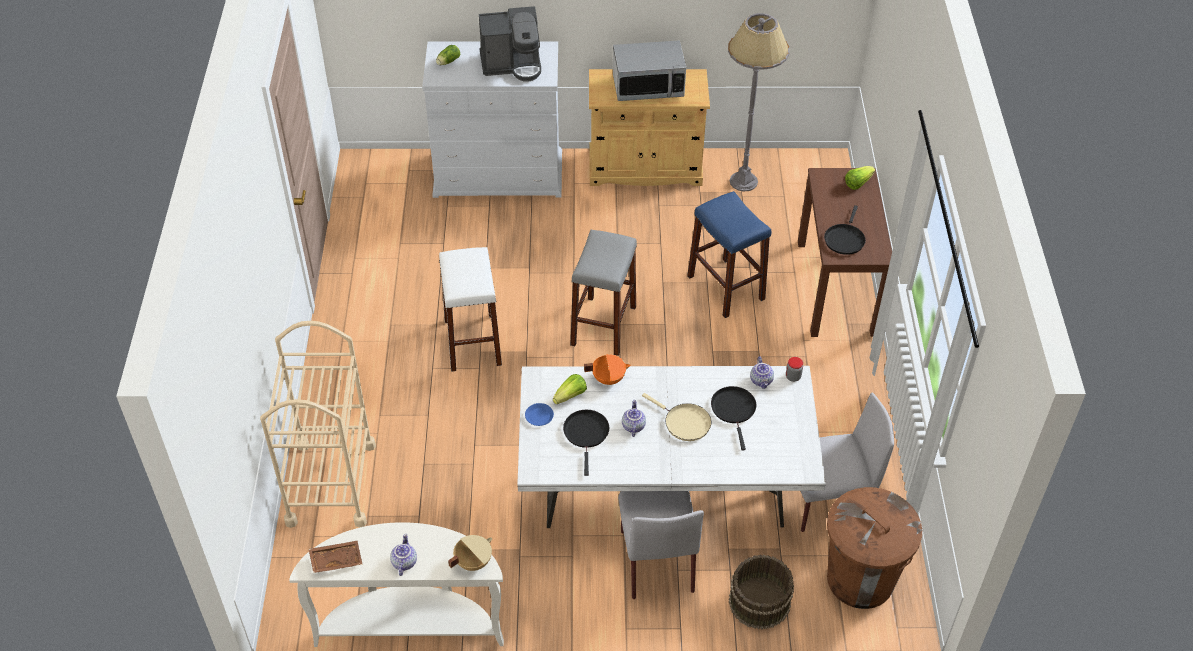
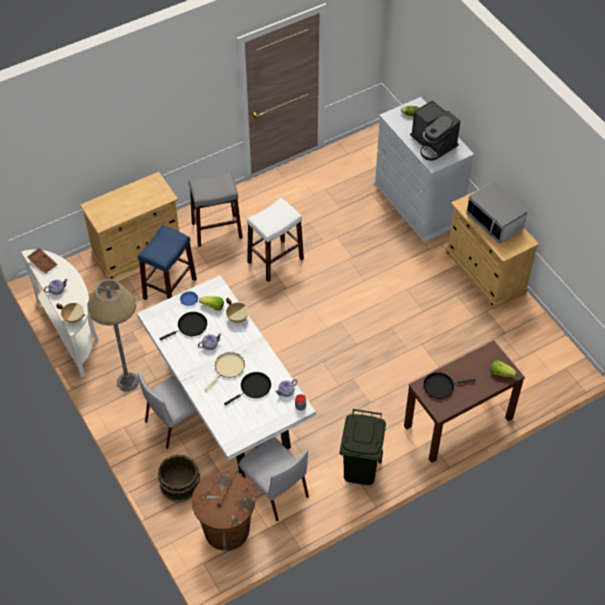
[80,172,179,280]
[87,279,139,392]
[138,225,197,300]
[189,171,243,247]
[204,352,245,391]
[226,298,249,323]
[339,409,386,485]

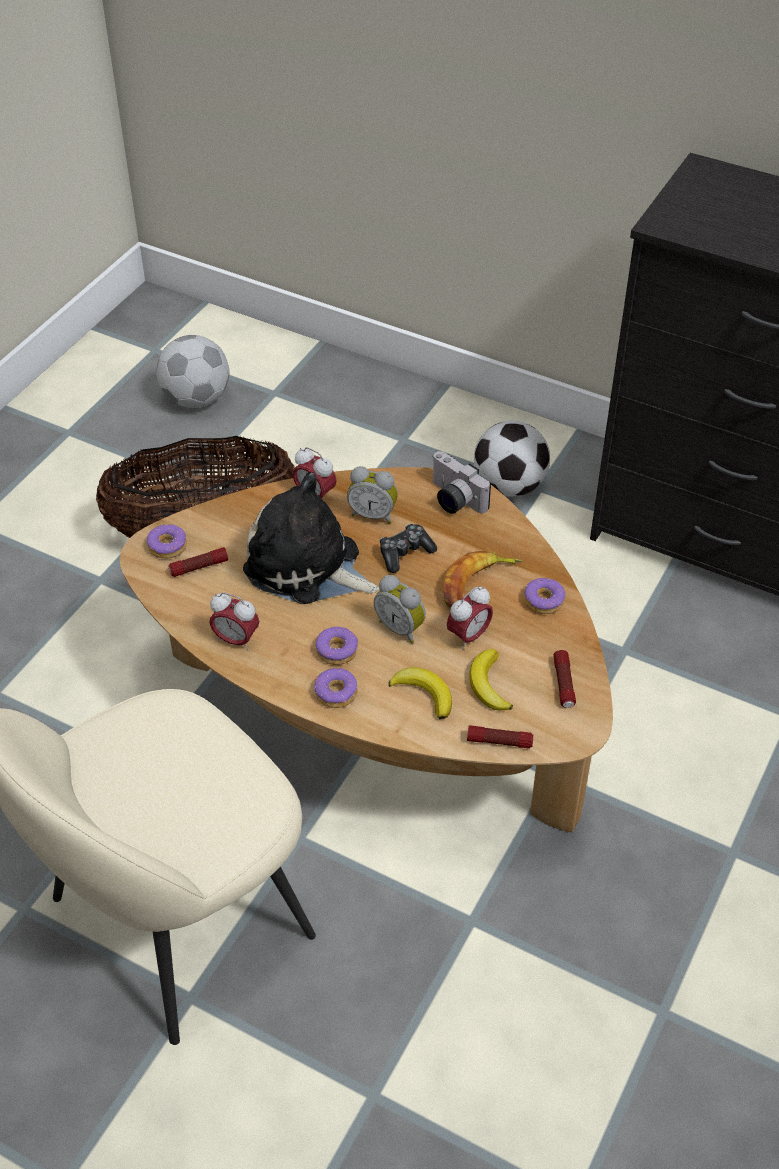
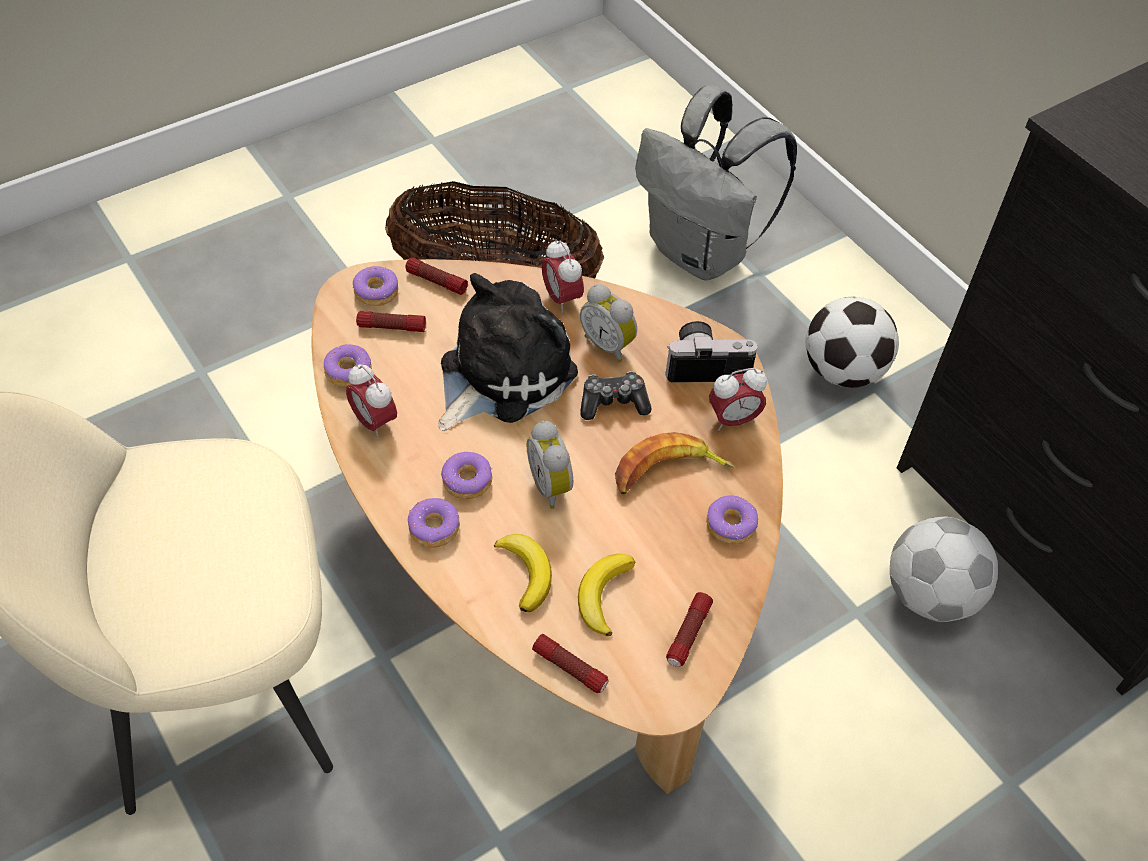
[324,344,372,387]
[405,258,468,295]
[438,273,578,431]
[635,85,797,281]
[665,321,758,383]
[709,368,767,431]
[890,516,998,622]

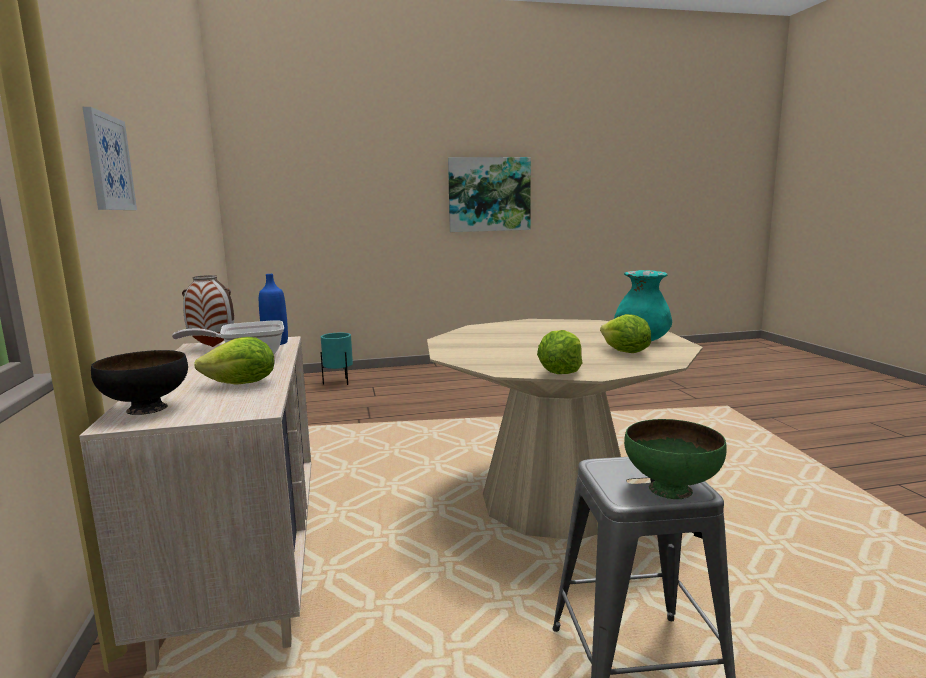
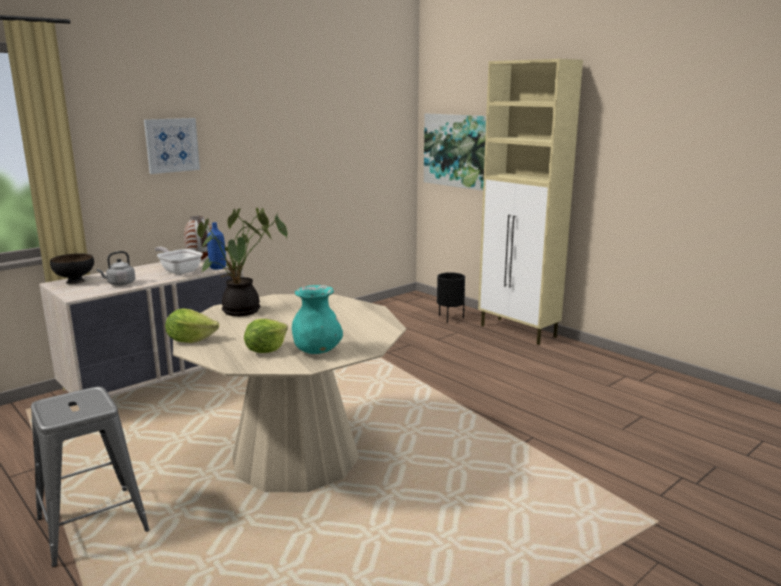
[97,251,135,286]
[197,208,287,316]
[424,114,486,191]
[437,272,465,323]
[478,59,583,345]
[624,419,727,499] (first image)

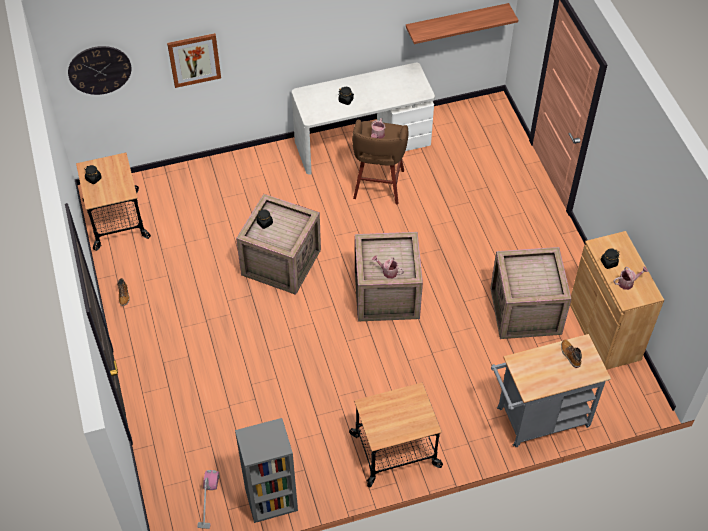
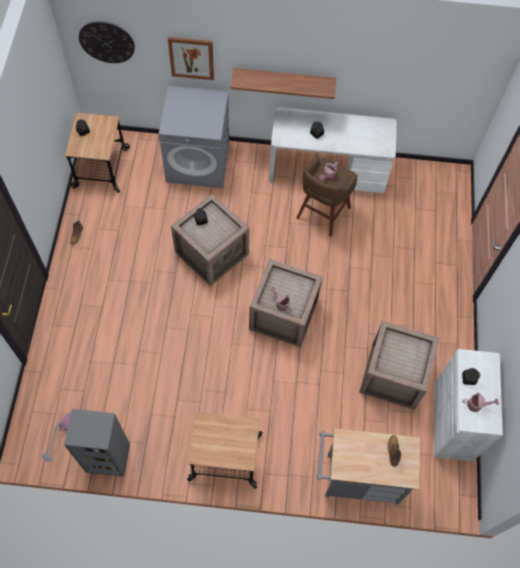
[159,86,229,188]
[231,68,336,99]
[434,349,503,462]

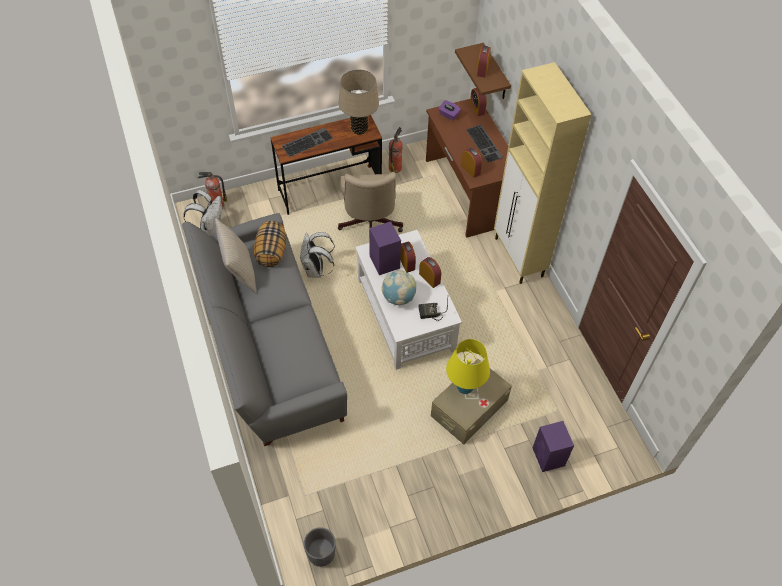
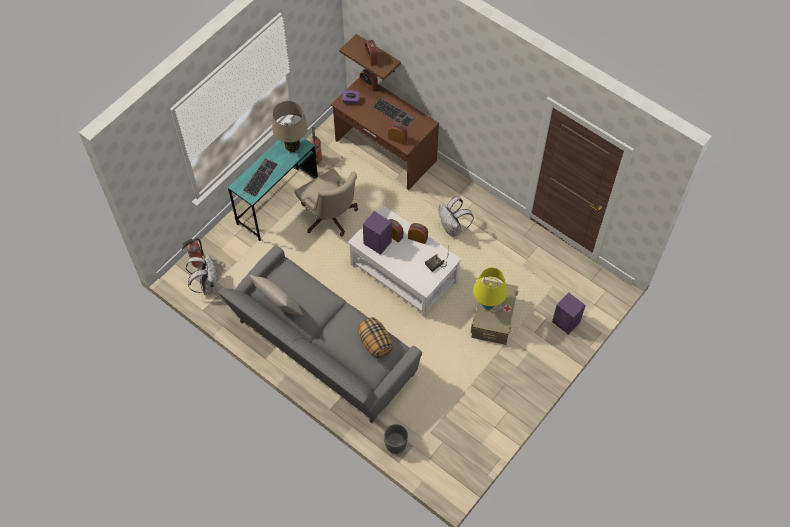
[228,138,318,241]
[358,317,393,359]
[384,424,408,454]
[438,197,474,237]
[381,270,416,305] (first image)
[494,62,592,284] (first image)

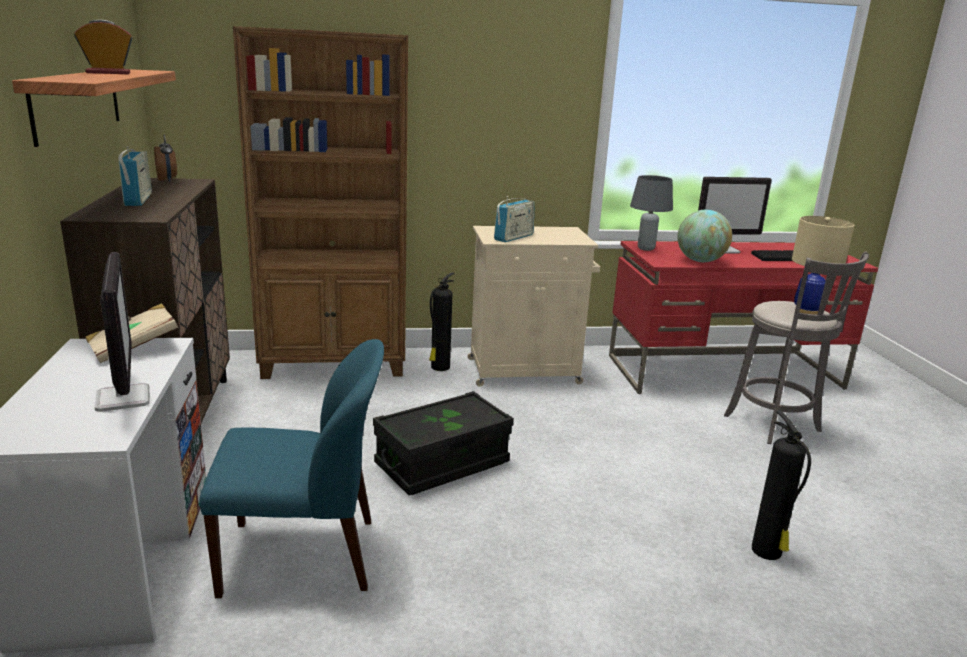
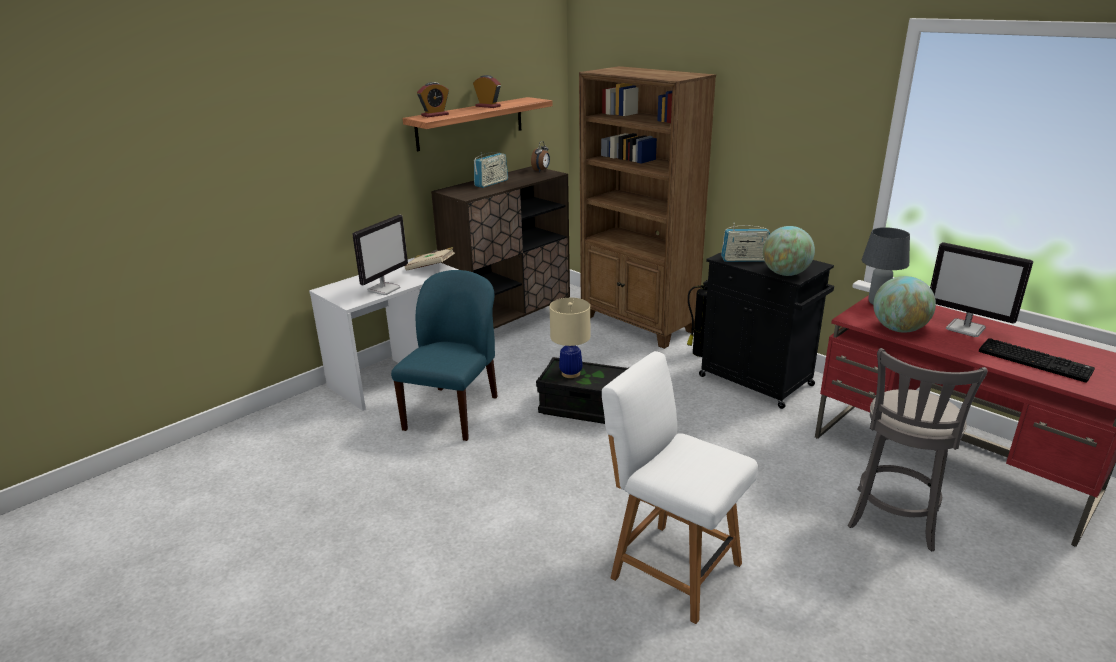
[391,270,498,441]
[417,82,449,117]
[550,298,590,378]
[602,351,758,624]
[699,253,834,409]
[763,226,815,276]

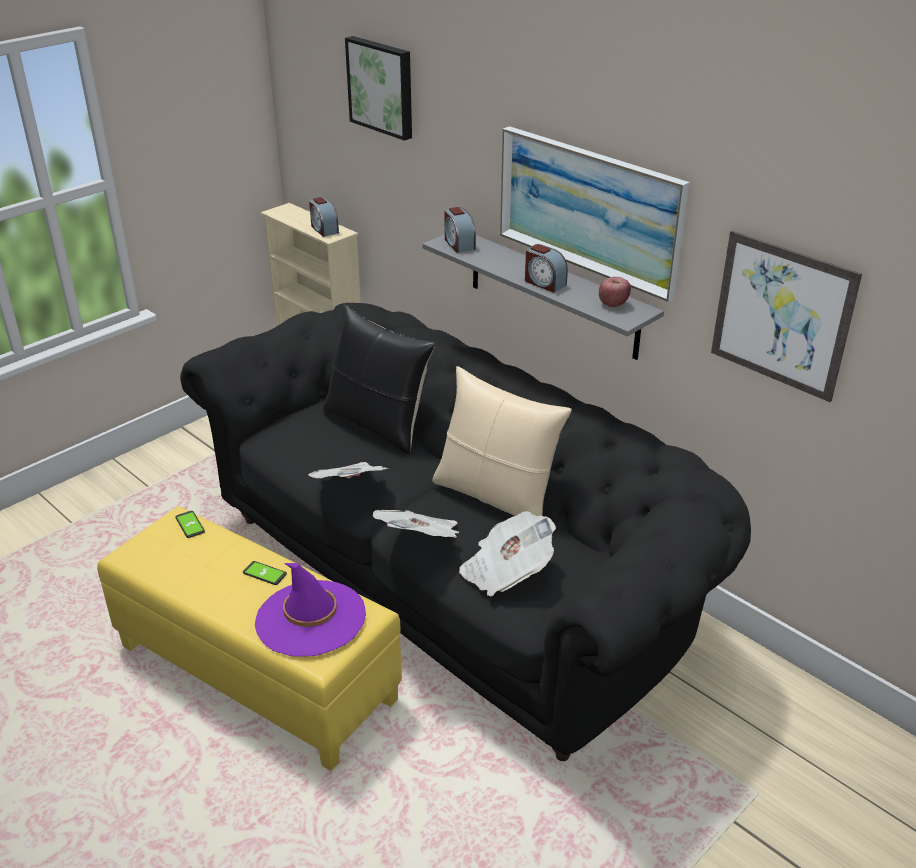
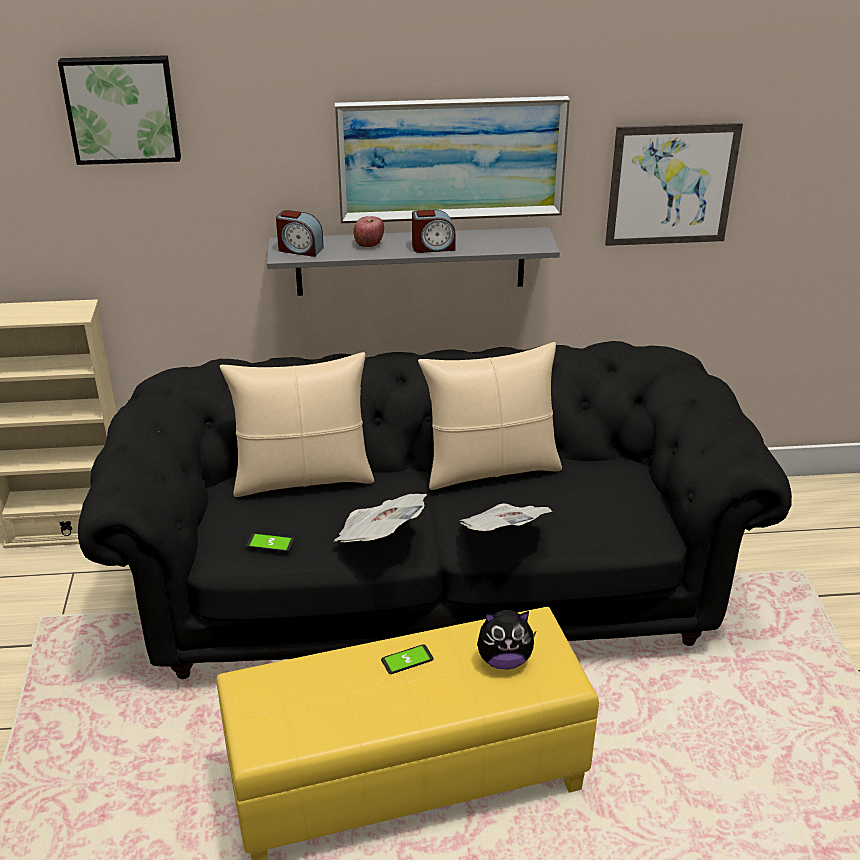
[220,352,374,497]
[246,533,294,552]
[354,216,384,247]
[477,610,536,670]
[309,197,339,237] (first image)
[459,511,556,597] (first image)

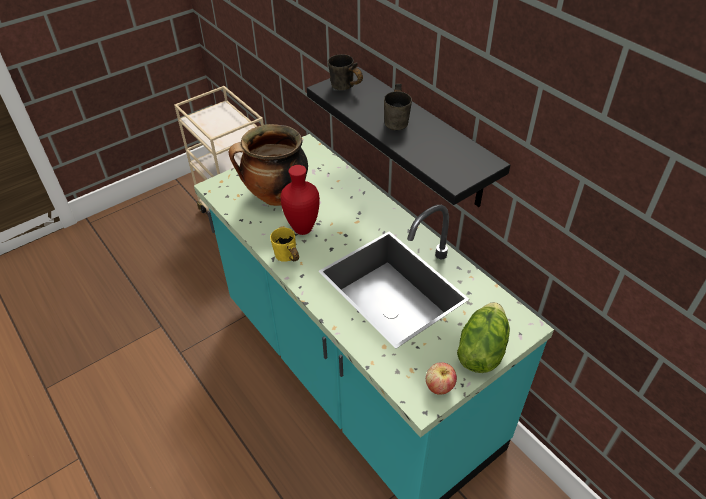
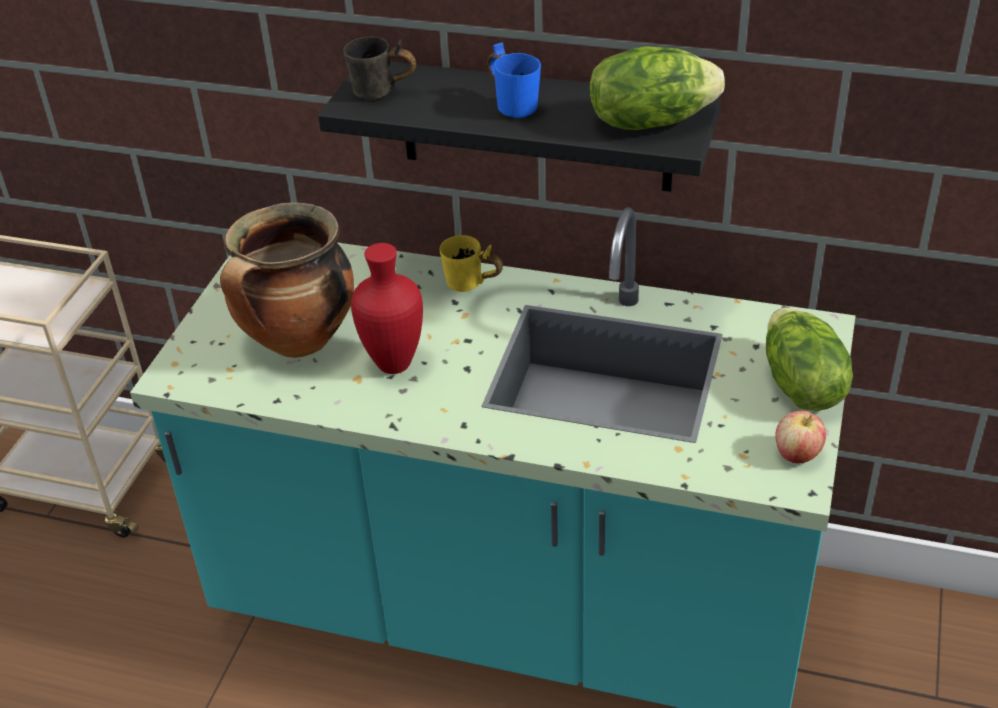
[440,235,503,292]
[487,43,541,118]
[589,46,725,130]

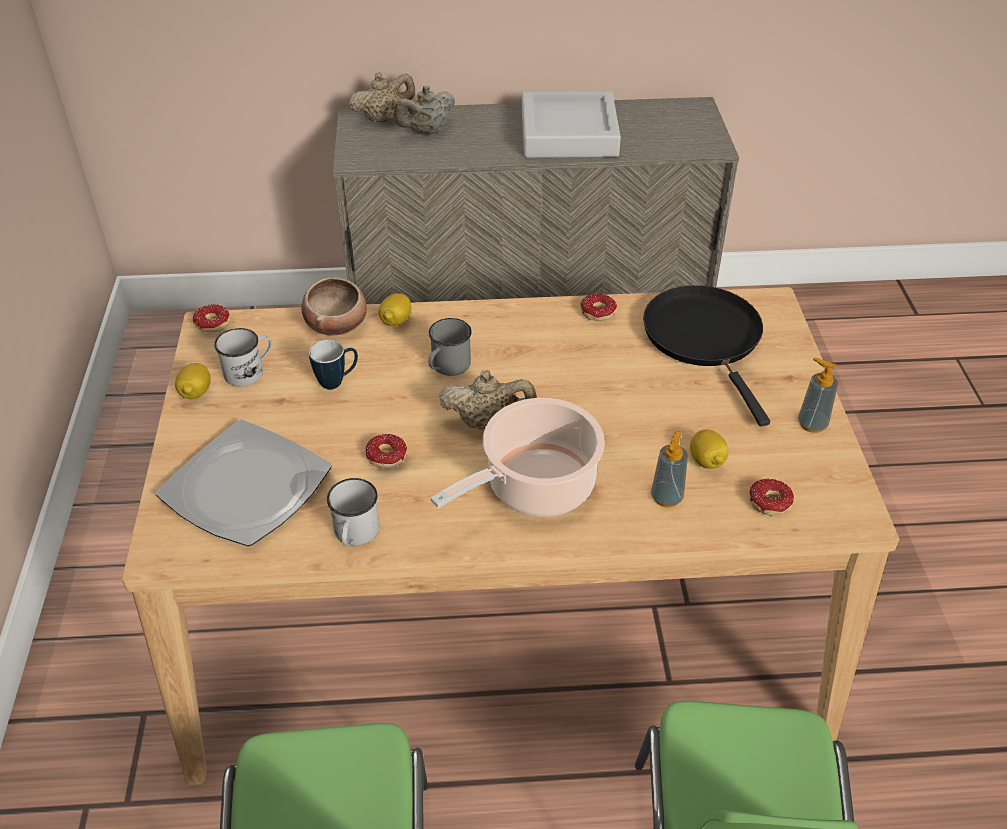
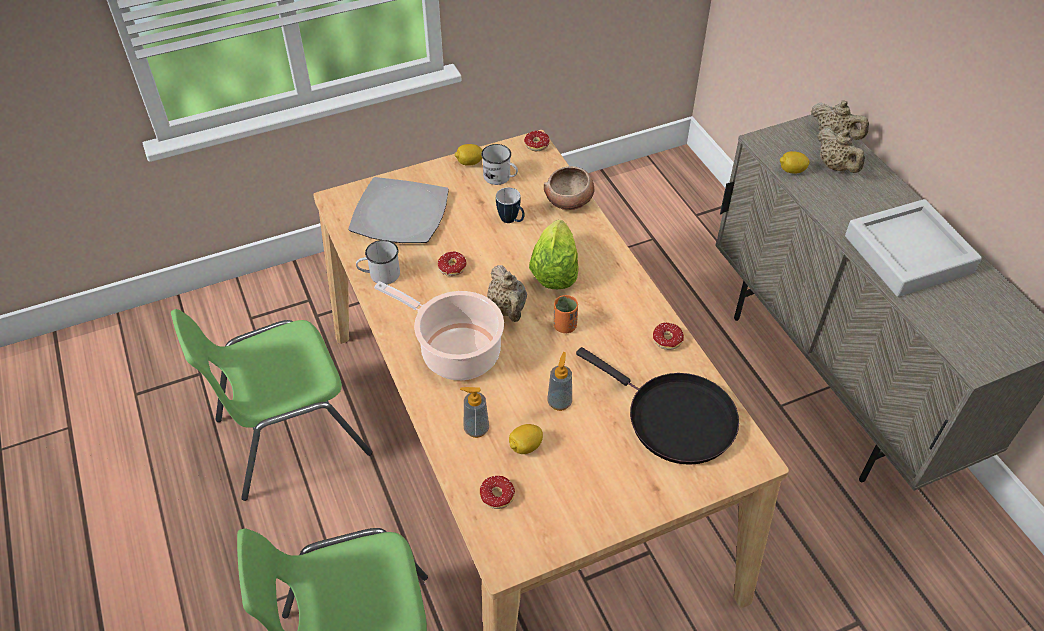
[529,220,579,289]
[547,352,572,411]
[554,295,578,333]
[576,347,739,465]
[780,151,809,174]
[817,128,865,173]

